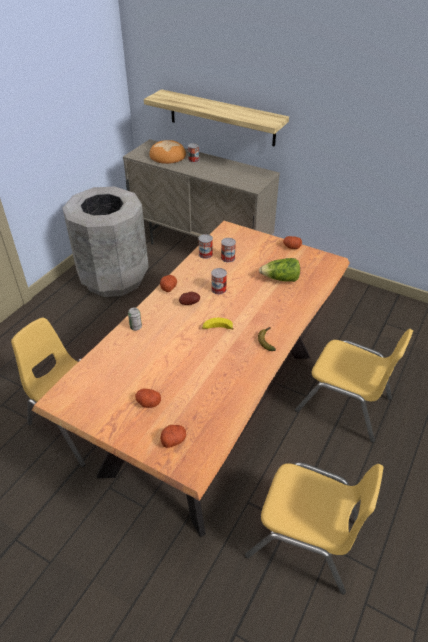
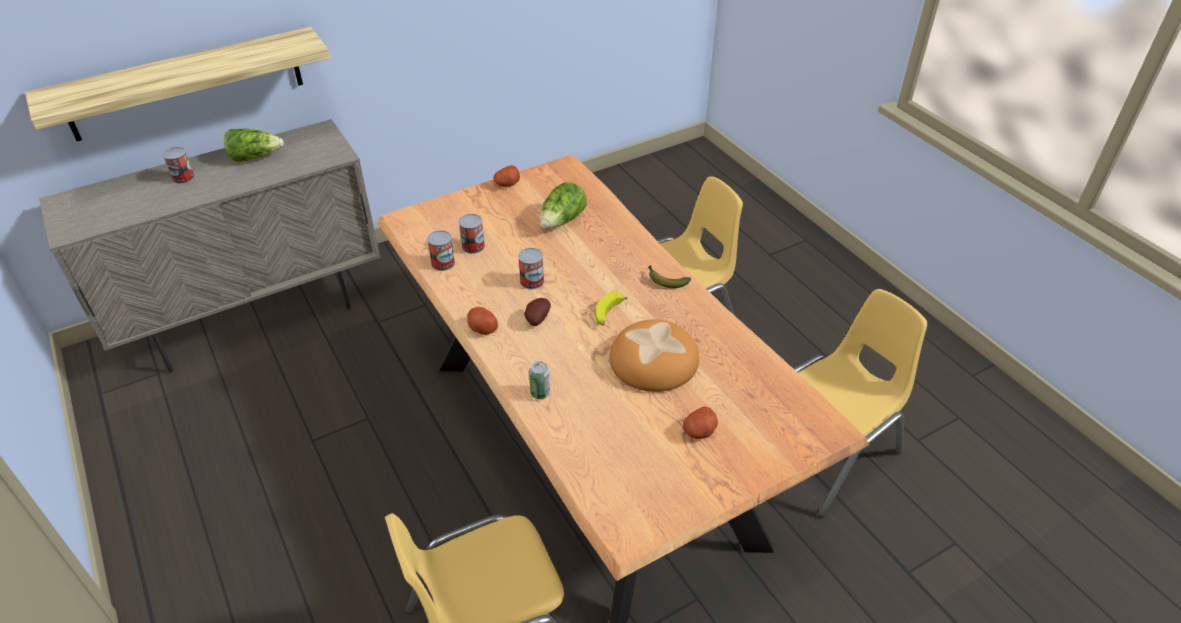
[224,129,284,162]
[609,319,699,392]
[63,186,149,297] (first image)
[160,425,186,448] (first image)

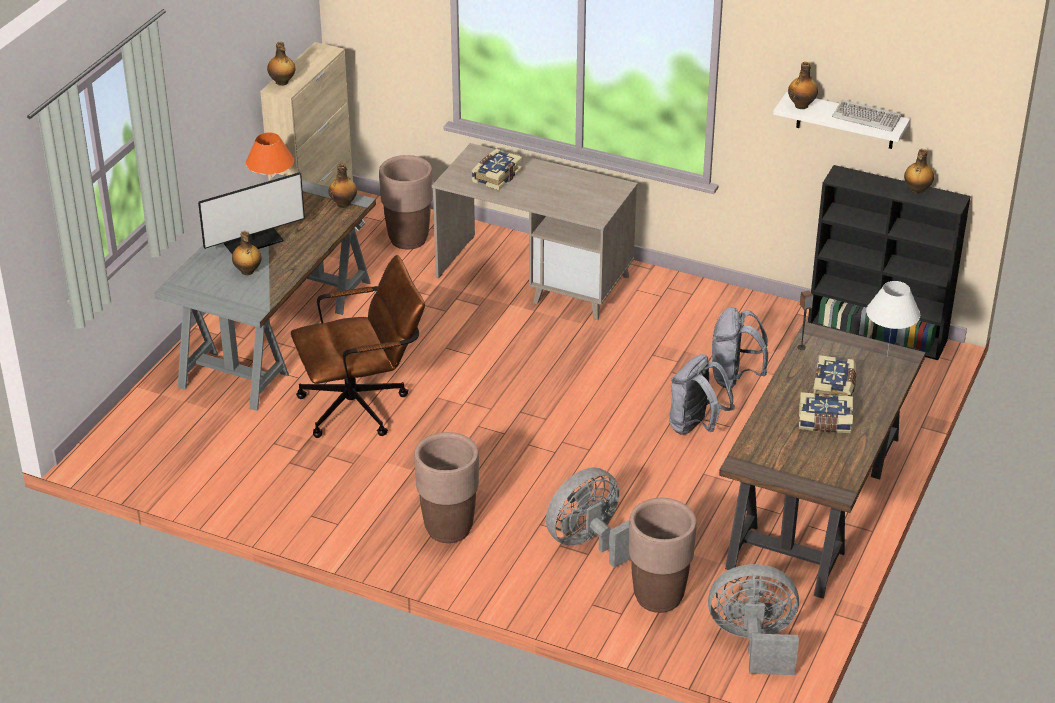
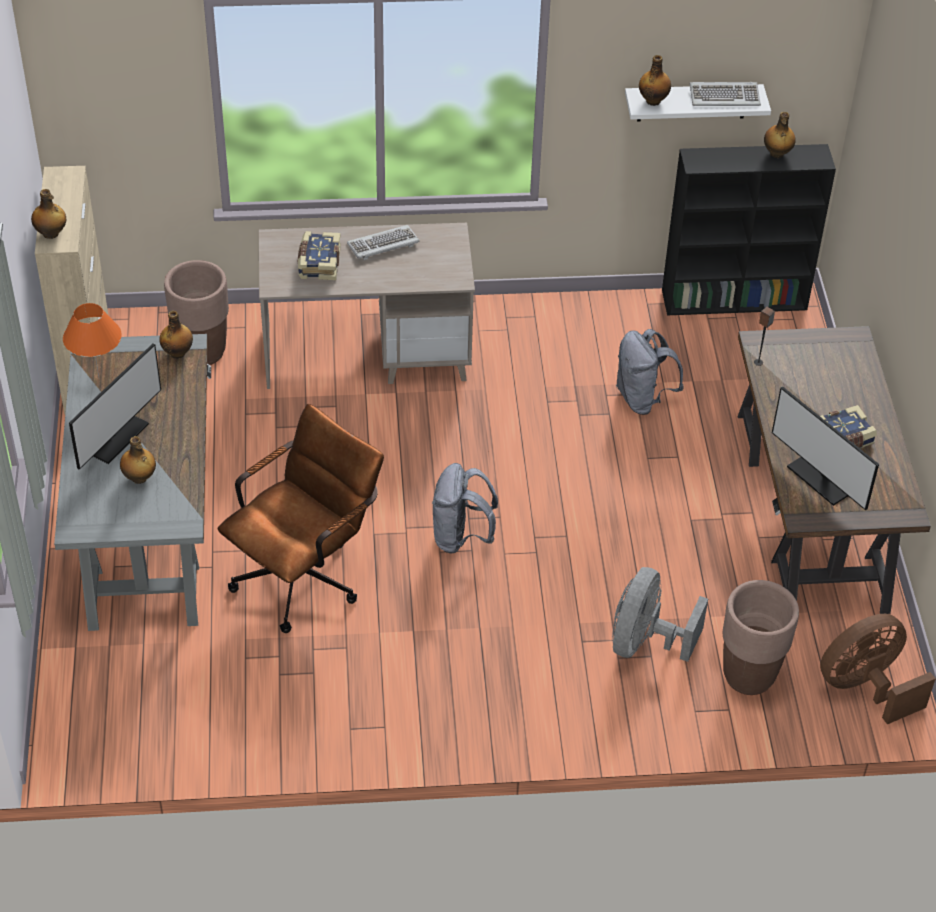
[347,225,420,260]
[432,463,498,554]
[772,386,879,510]
[820,614,936,724]
[414,432,479,543] (first image)
[813,355,856,396] (first image)
[866,281,920,357] (first image)

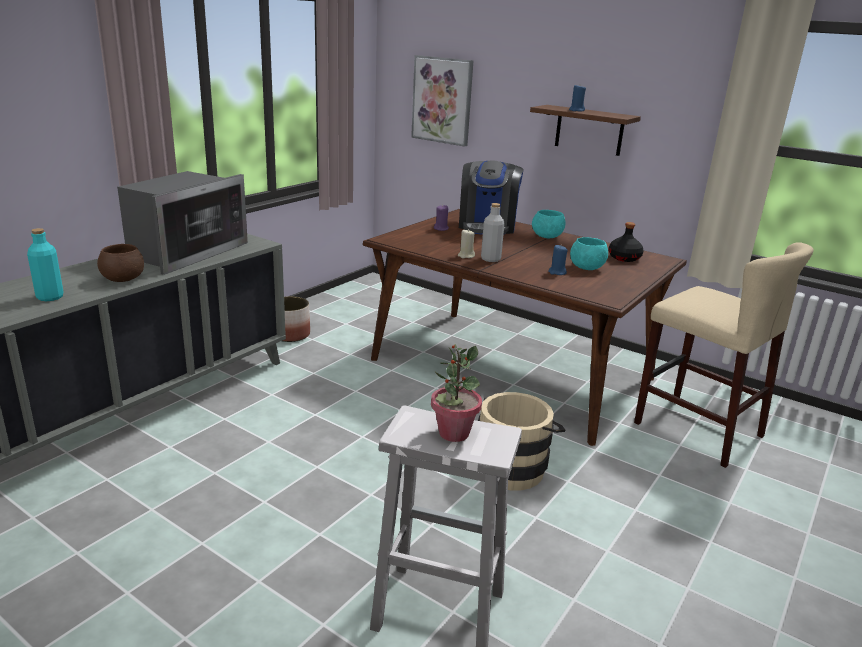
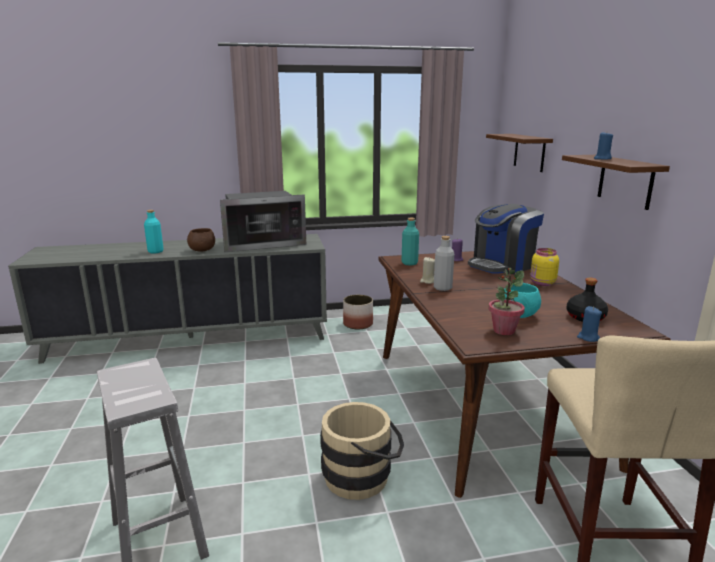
[402,218,419,265]
[486,134,553,172]
[489,268,525,335]
[530,248,559,286]
[577,306,602,342]

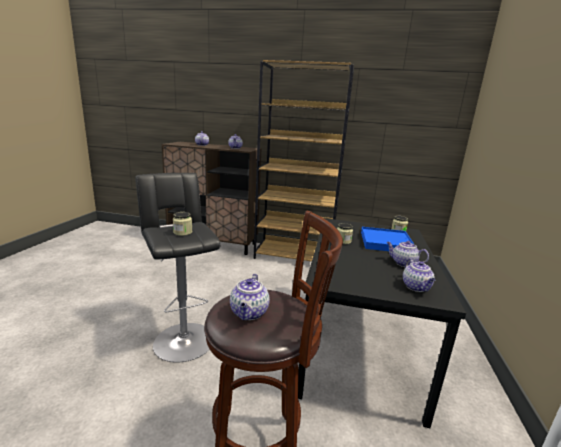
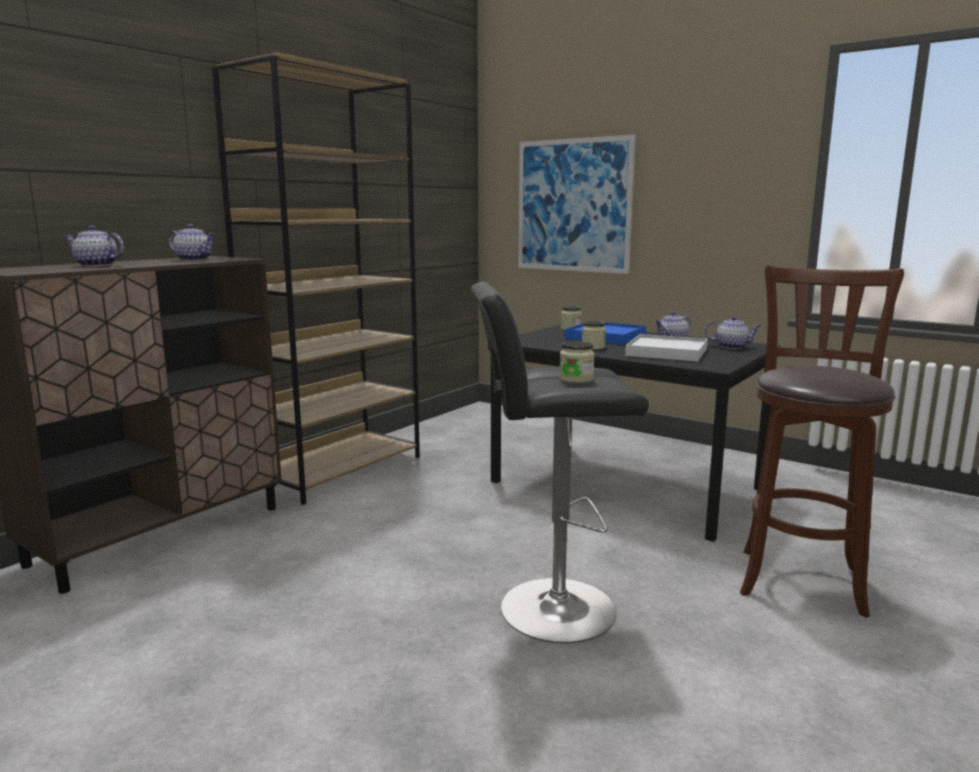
[518,135,636,274]
[625,334,708,362]
[230,274,270,320] (first image)

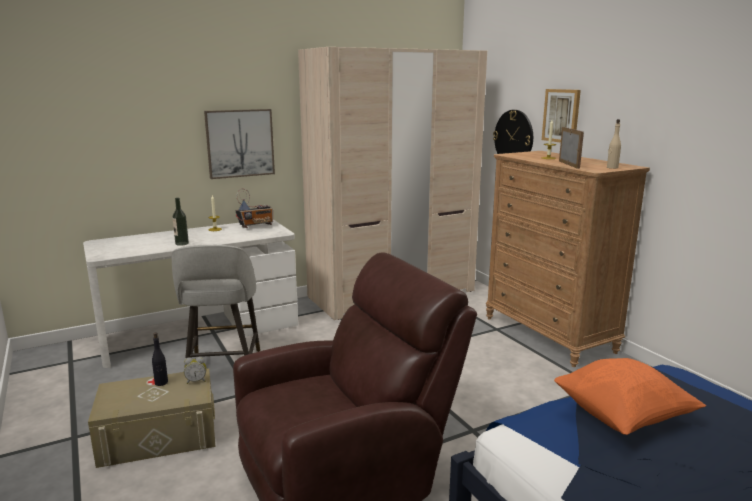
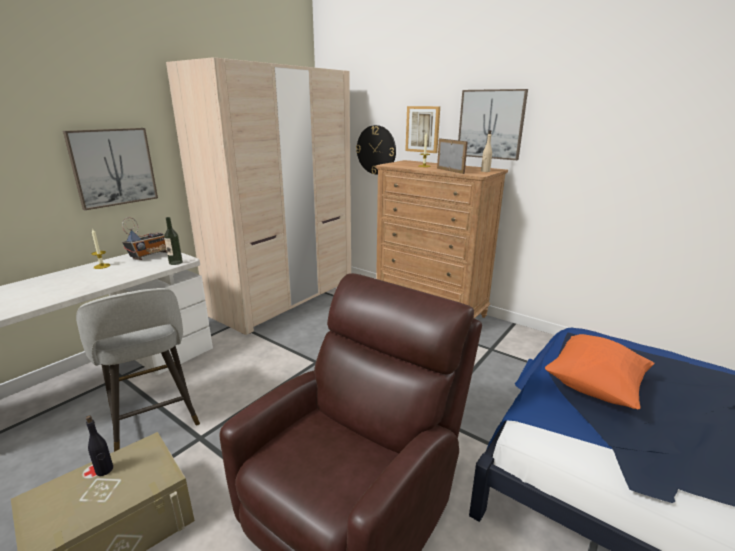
[164,217,183,265]
[458,89,528,160]
[184,356,207,384] (first image)

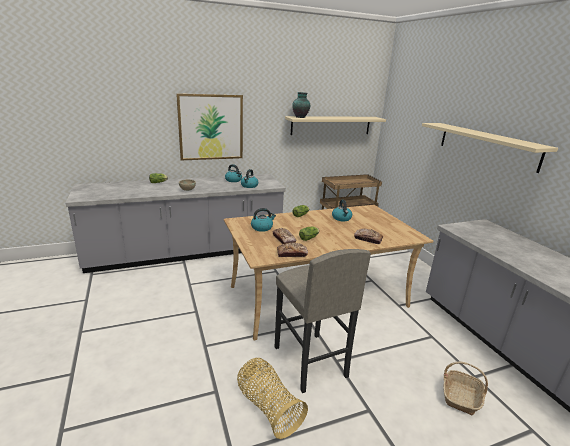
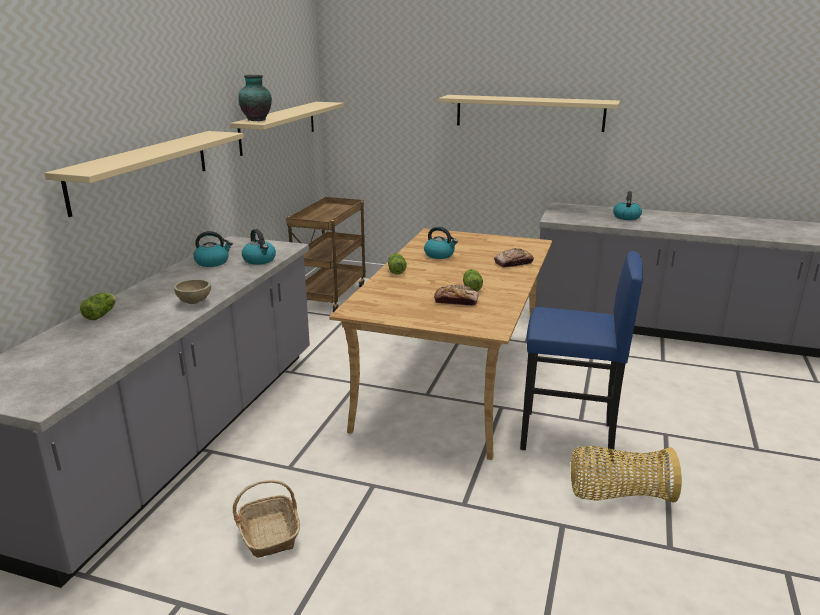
[44,131,244,217]
[233,480,300,558]
[520,251,643,462]
[613,191,642,220]
[277,243,308,257] (first image)

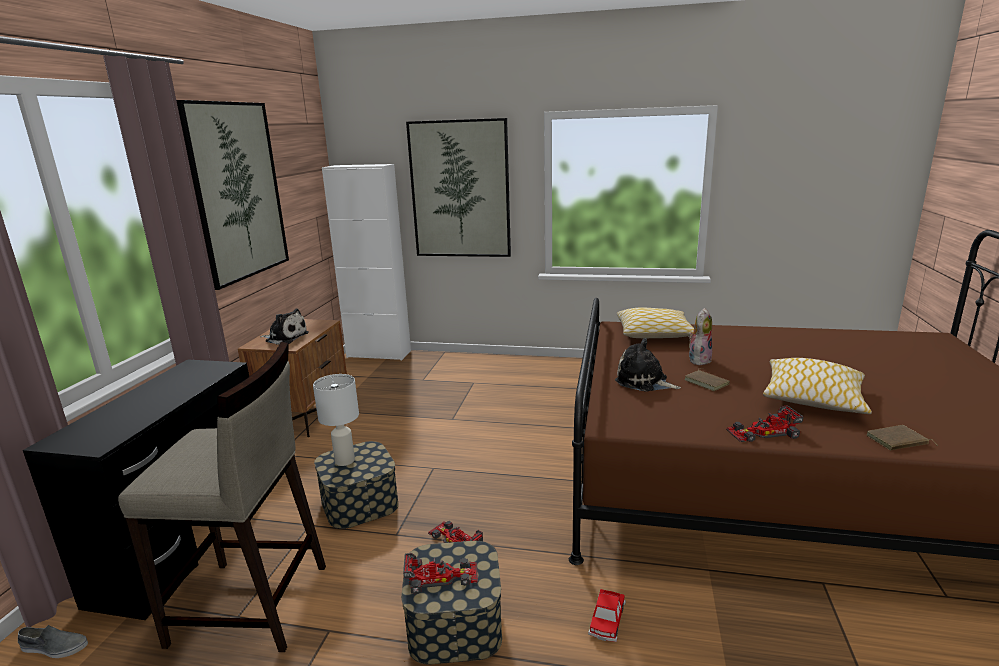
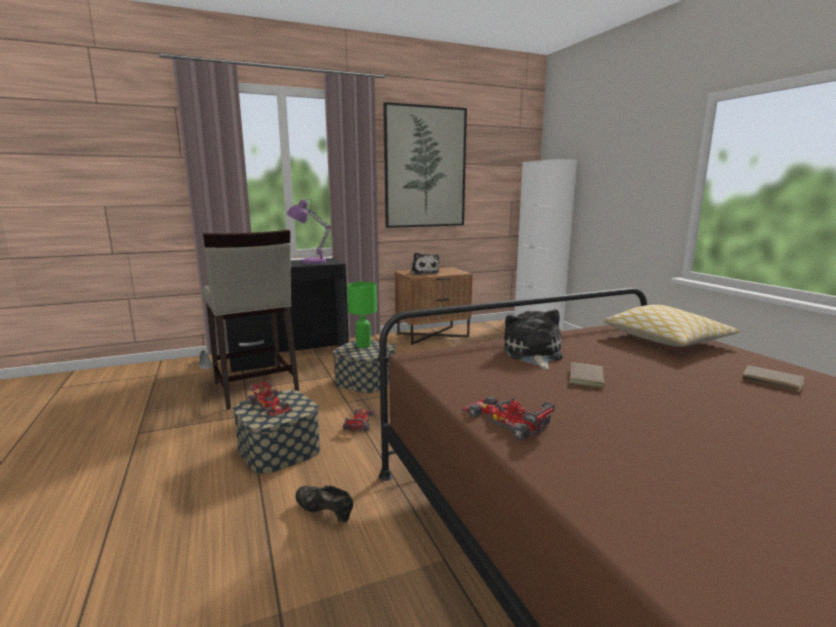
[287,199,331,264]
[296,485,353,523]
[347,282,377,348]
[742,366,804,392]
[406,118,511,257] (first image)
[688,308,712,365] (first image)
[763,358,872,414] (first image)

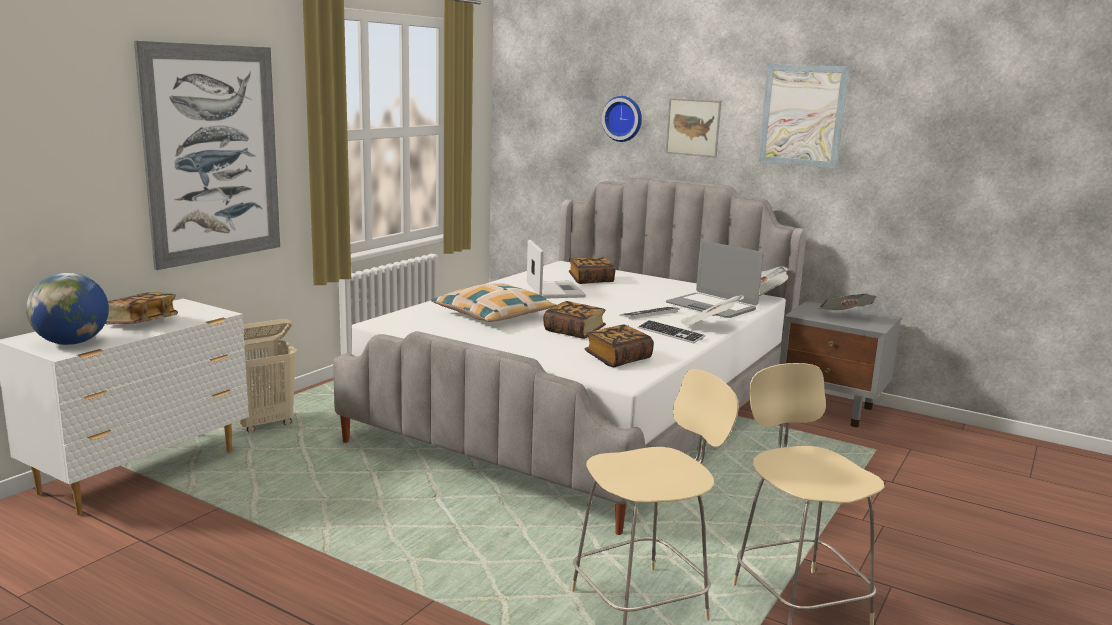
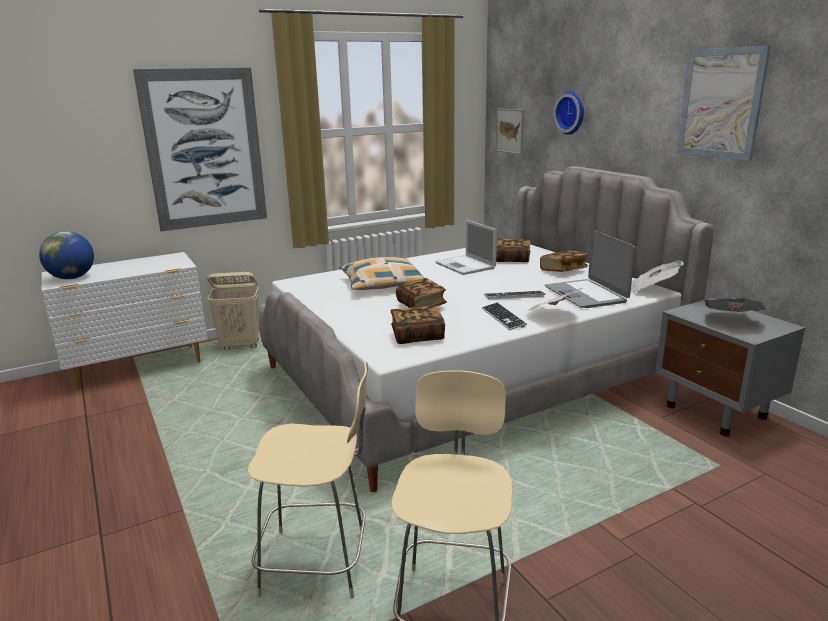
[435,220,497,275]
[496,109,524,155]
[540,250,588,272]

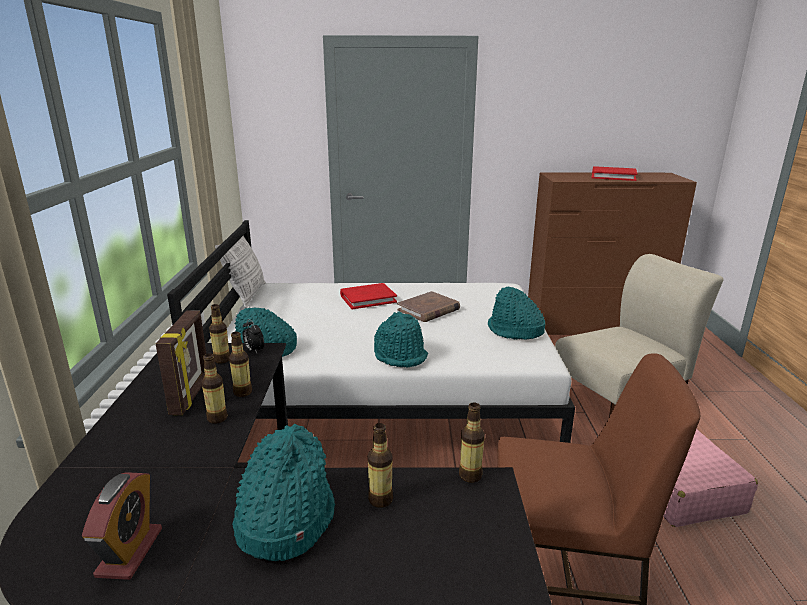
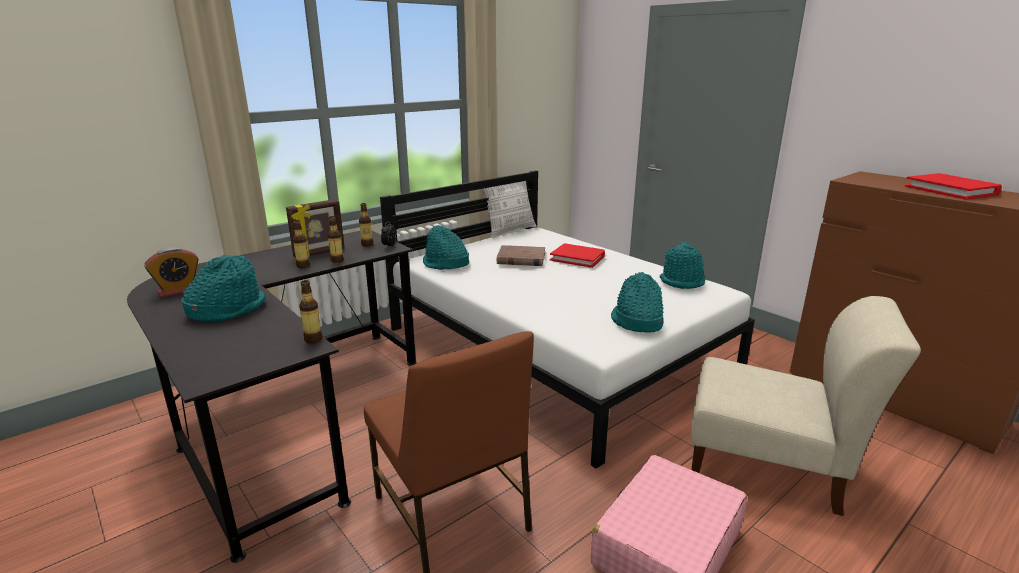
[497,245,545,266]
[660,242,705,289]
[368,423,393,508] (first image)

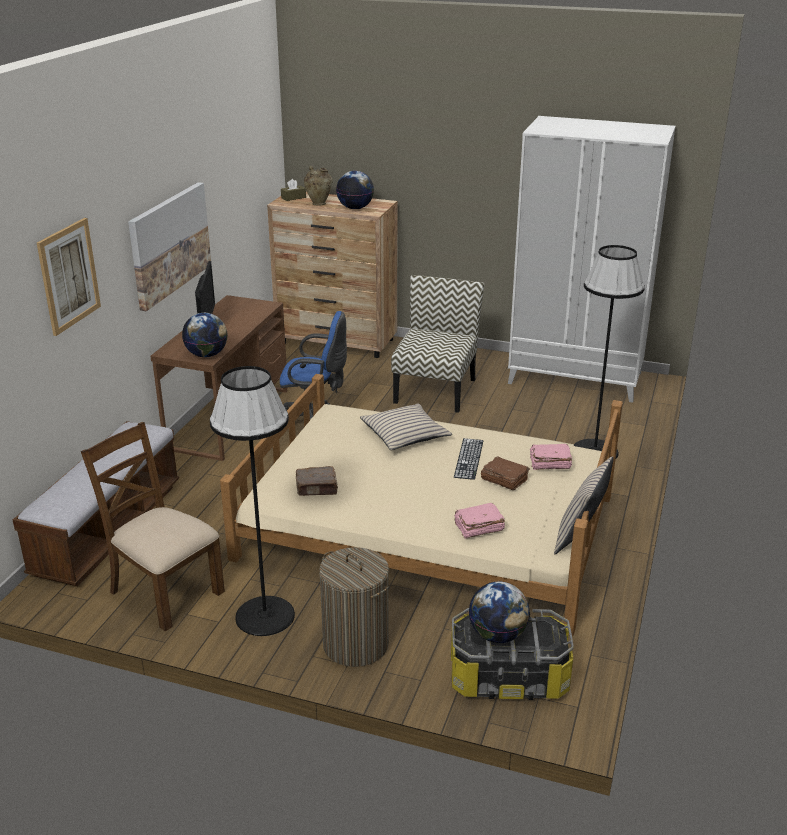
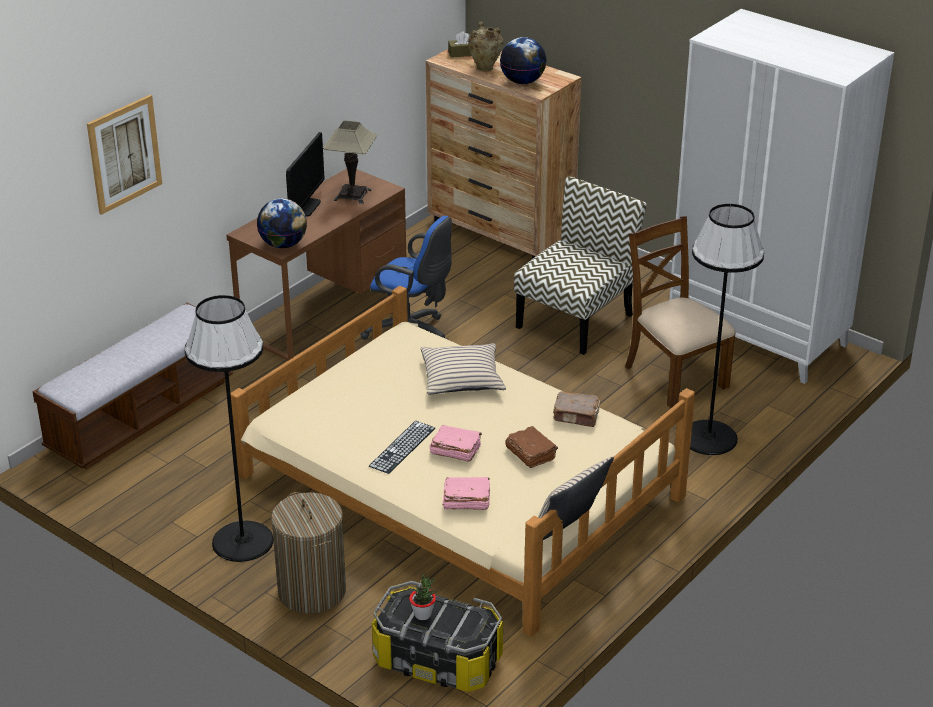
[323,121,377,204]
[369,421,435,474]
[409,574,436,620]
[430,425,482,462]
[553,391,600,427]
[625,216,736,408]
[128,182,211,311] (first image)

